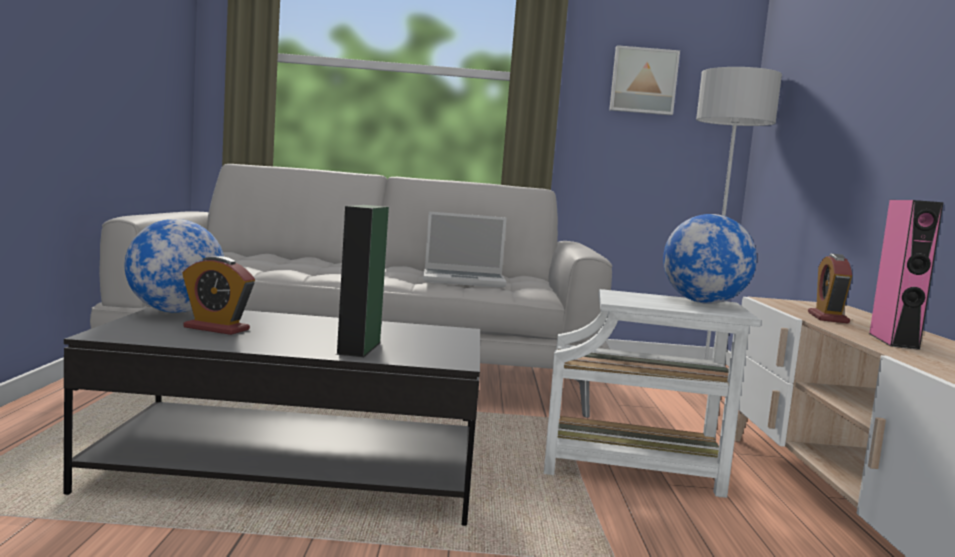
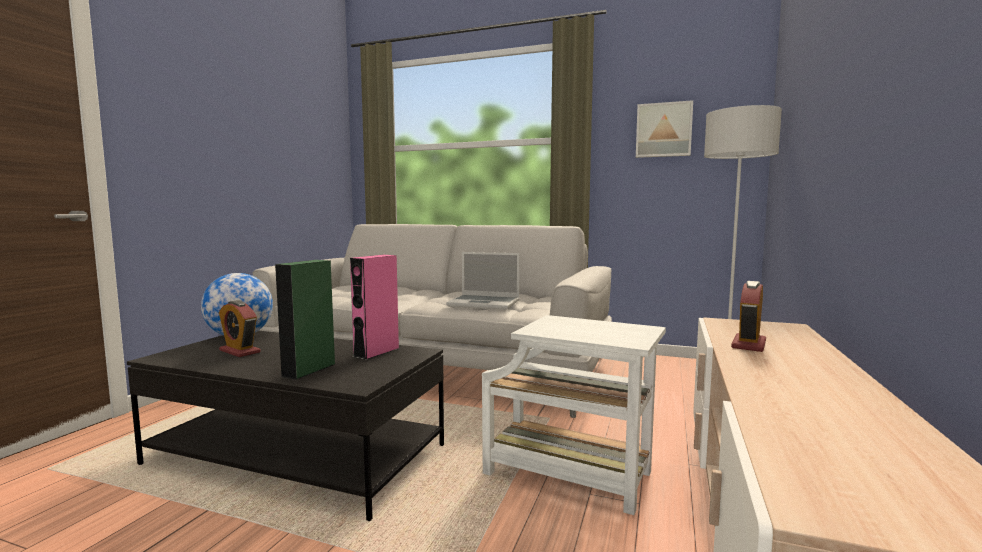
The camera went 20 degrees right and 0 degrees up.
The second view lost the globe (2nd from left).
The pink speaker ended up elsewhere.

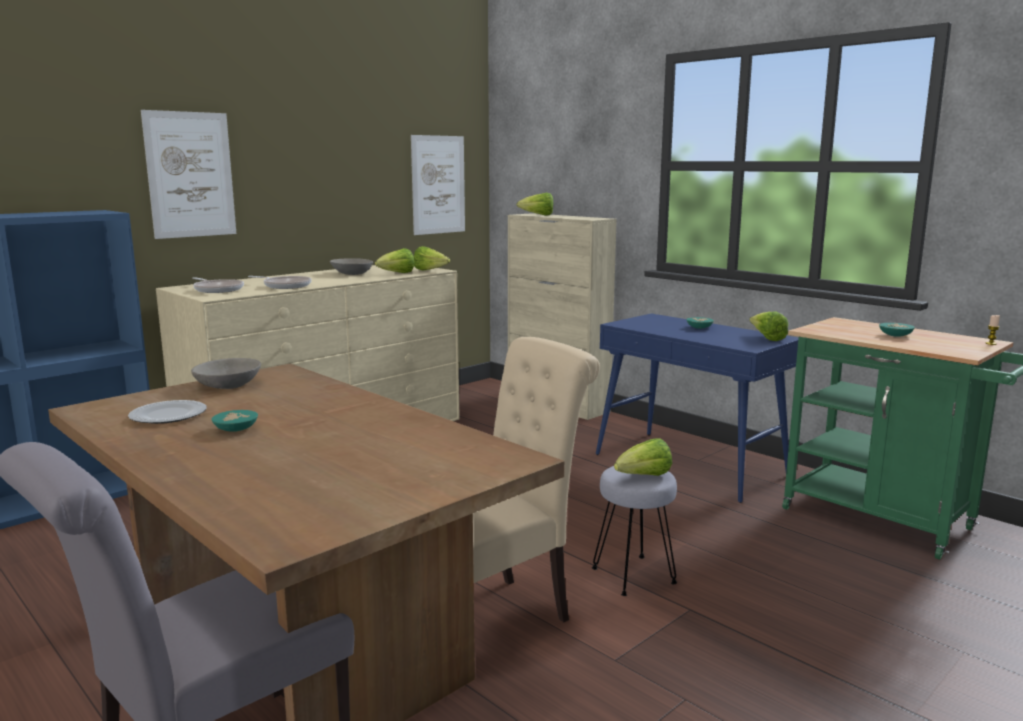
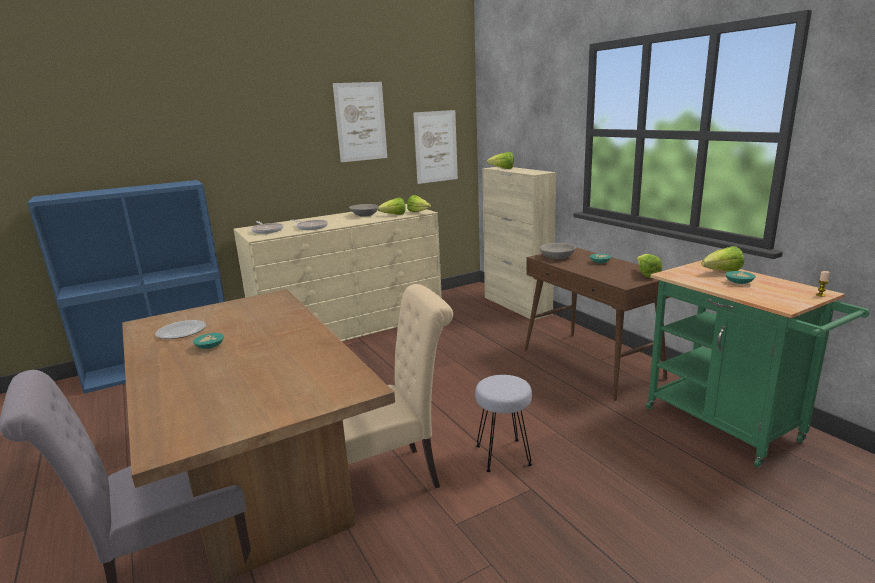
The camera went 15 degrees right and 5 degrees up.
The picture (1st from left) ended up elsewhere.
The grey bowl (1st from left in the first image) ended up elsewhere.
The lettuce (4th from left in the first image) ended up elsewhere.
What was the blue console table turned into the brown console table.

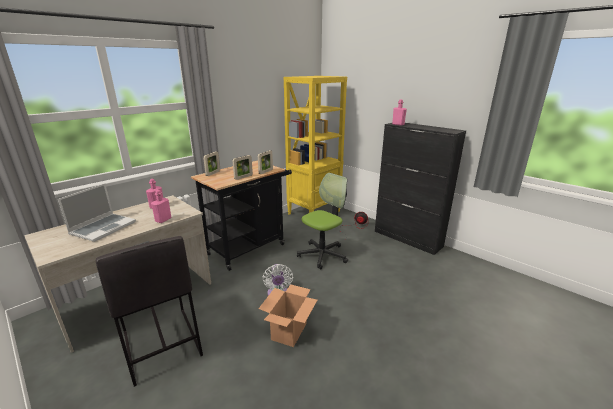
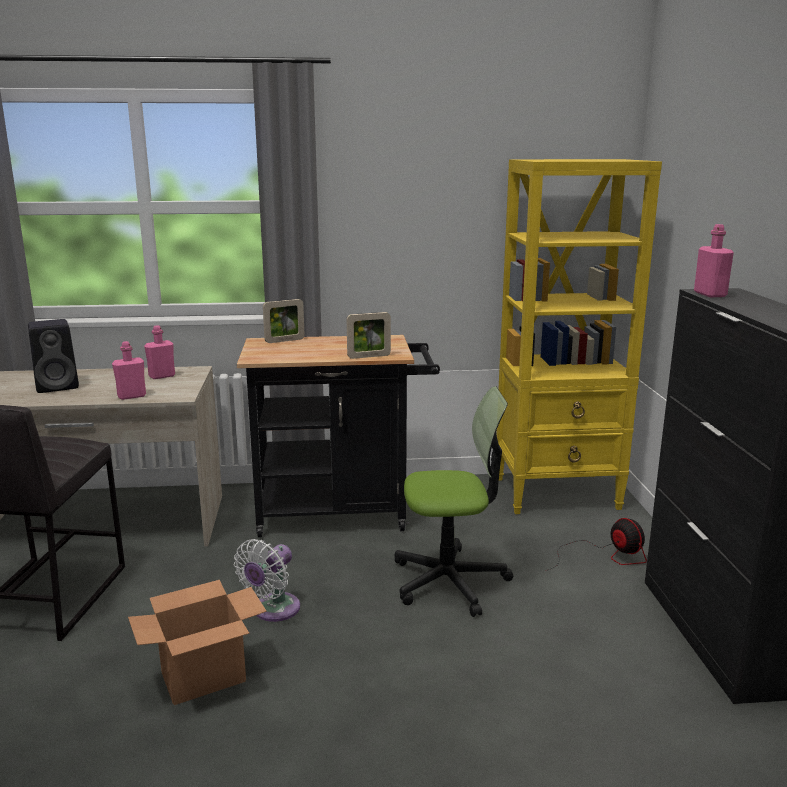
The camera went 40 degrees right and 5 degrees down.
The second view lost the picture frame (2nd from left).
Where the laptop stood, the black speaker came to stand.

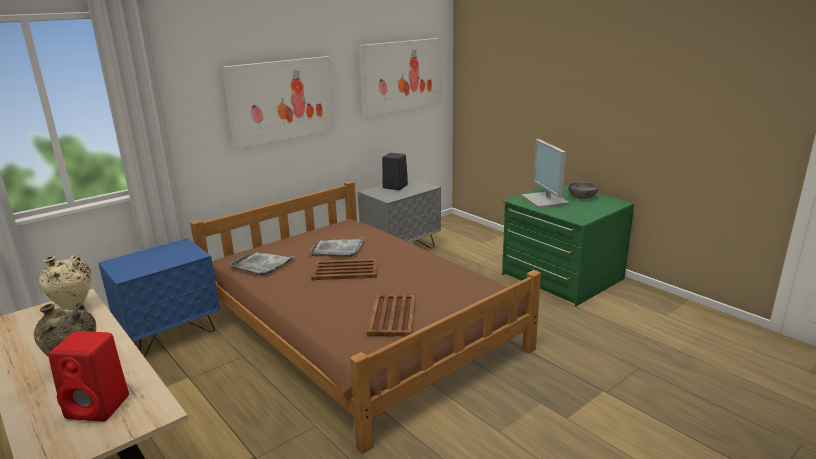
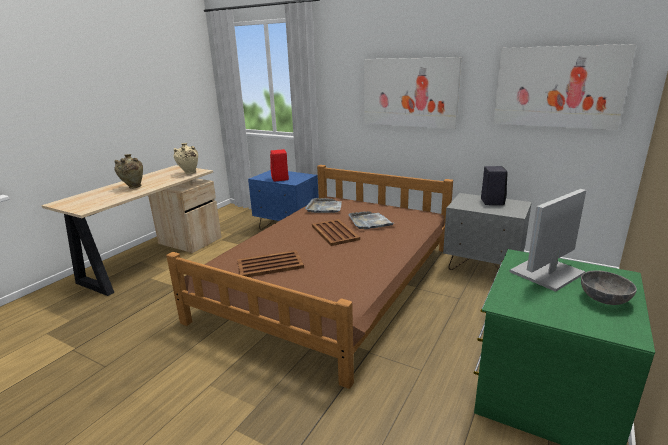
The camera went 70 degrees right and 0 degrees up.
The red speaker ended up elsewhere.

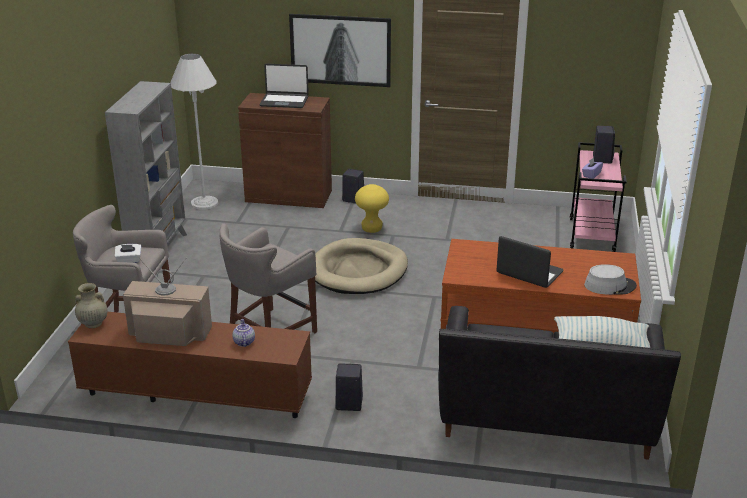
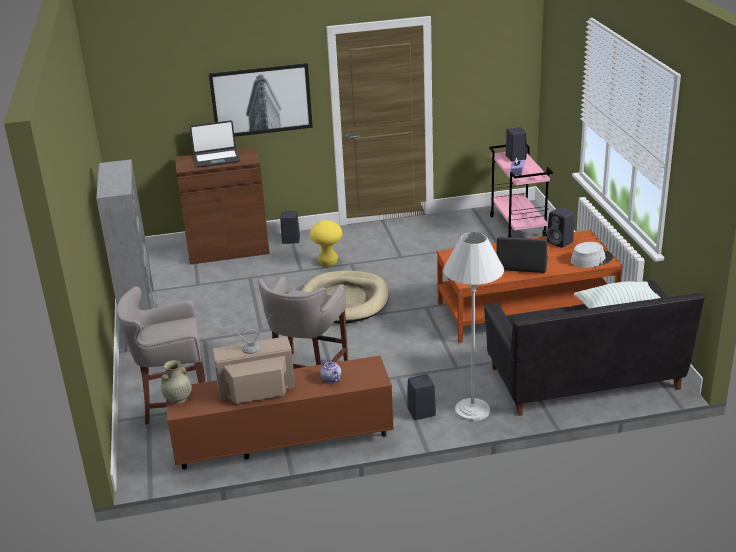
The camera went 20 degrees left and 0 degrees up.
The second view lost the white tissue box.
The second view gained the black speaker (4th from left).
The white floor lamp ended up elsewhere.

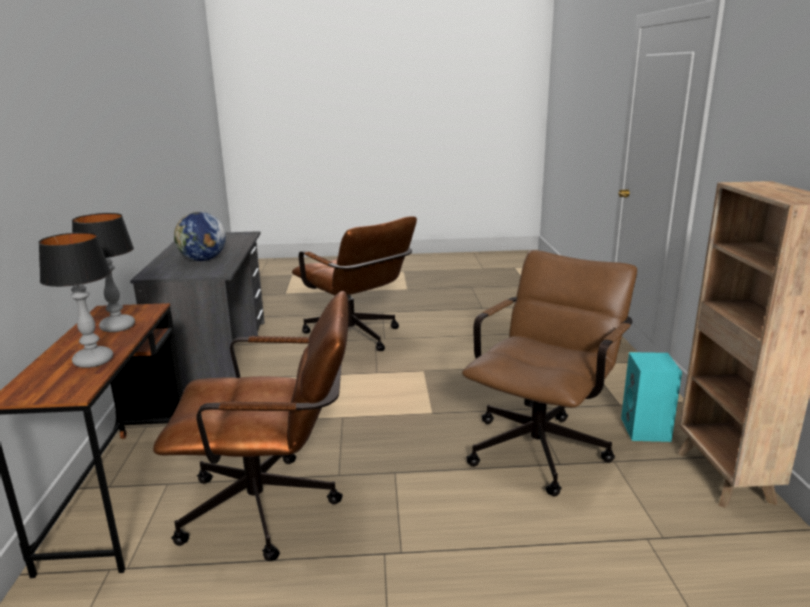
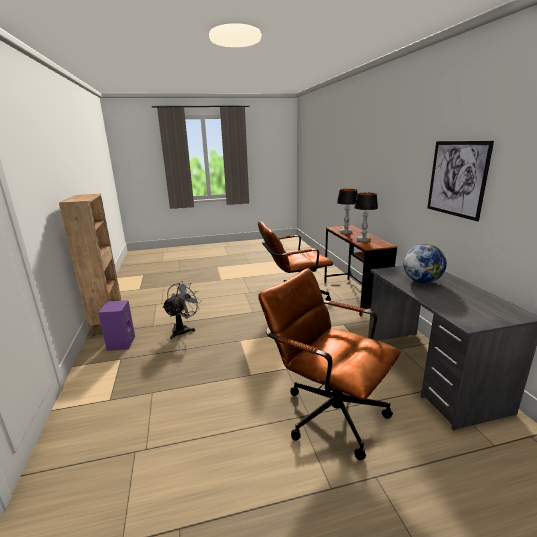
The camera went 170 degrees right and 0 degrees up.
The second view gained the picture.
Where the brown office chair (3rd from left) stood, the grey fan came to stand.
What was the turquoise speaker turned into the purple speaker.

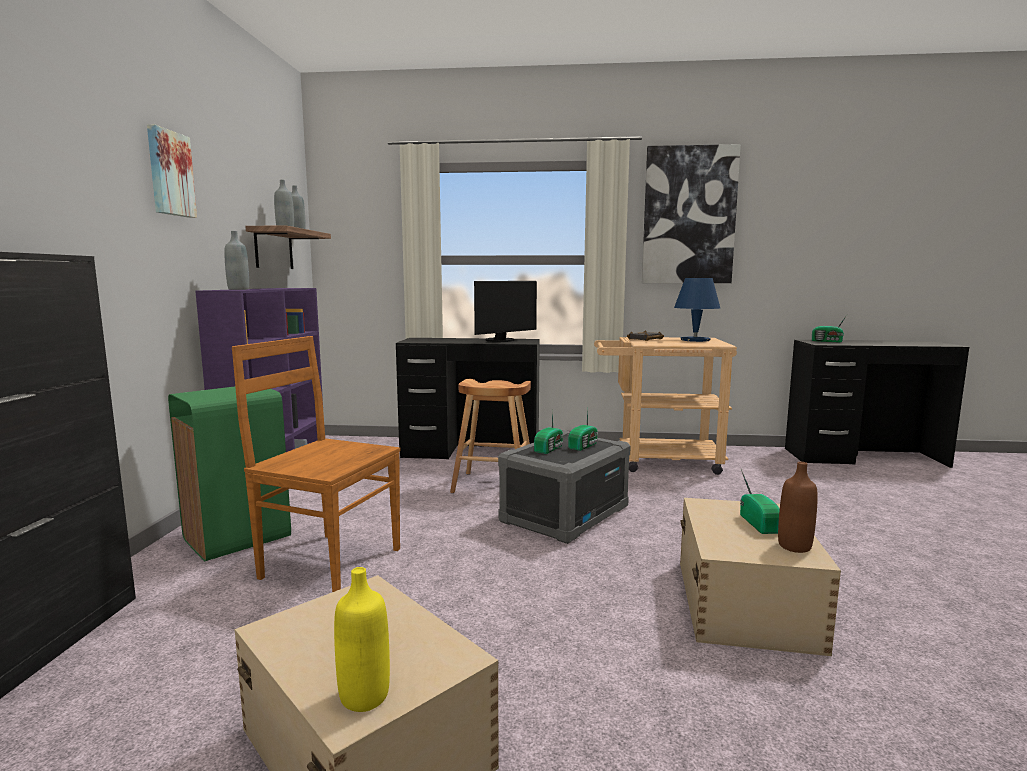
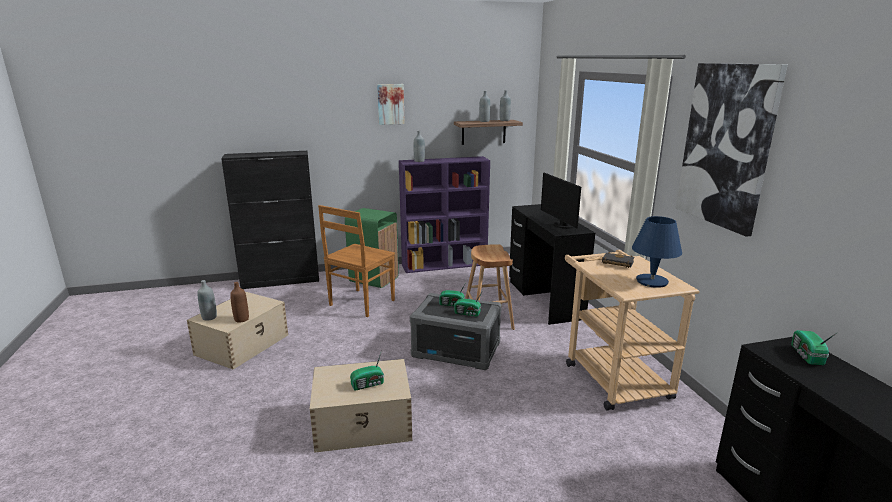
The camera went 70 degrees right and 10 degrees up.
The brown bottle ended up elsewhere.
What was the yellow bottle turned into the grey bottle (1st from left).
The brown chair ended up facing another way, 150 degrees counterclockwise from before.
The monitor ended up facing another way, 45 degrees clockwise from before.

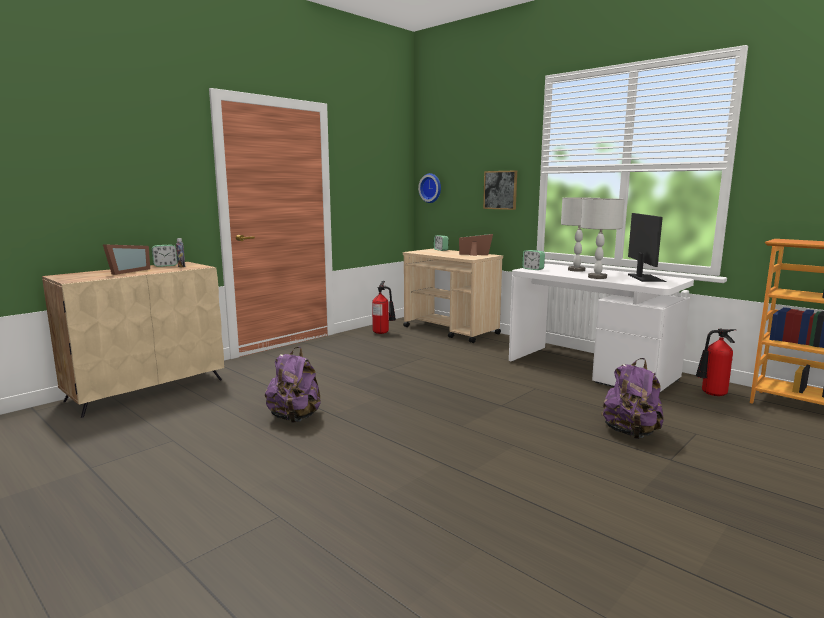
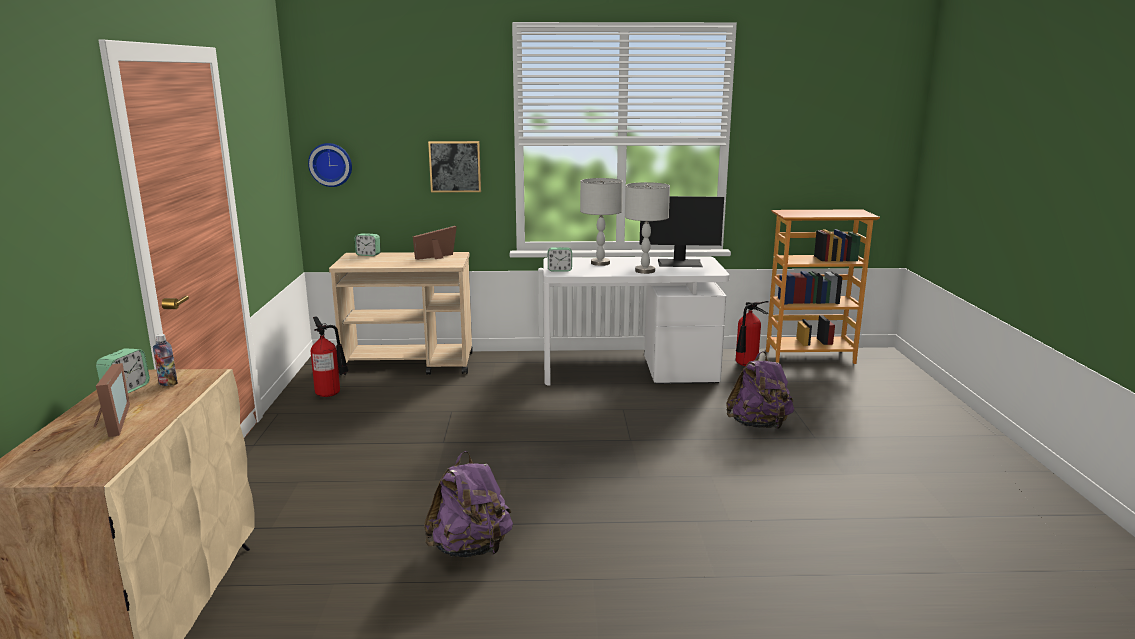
The camera went 45 degrees left and 5 degrees up.
The monitor ended up facing another way, 135 degrees clockwise from before.

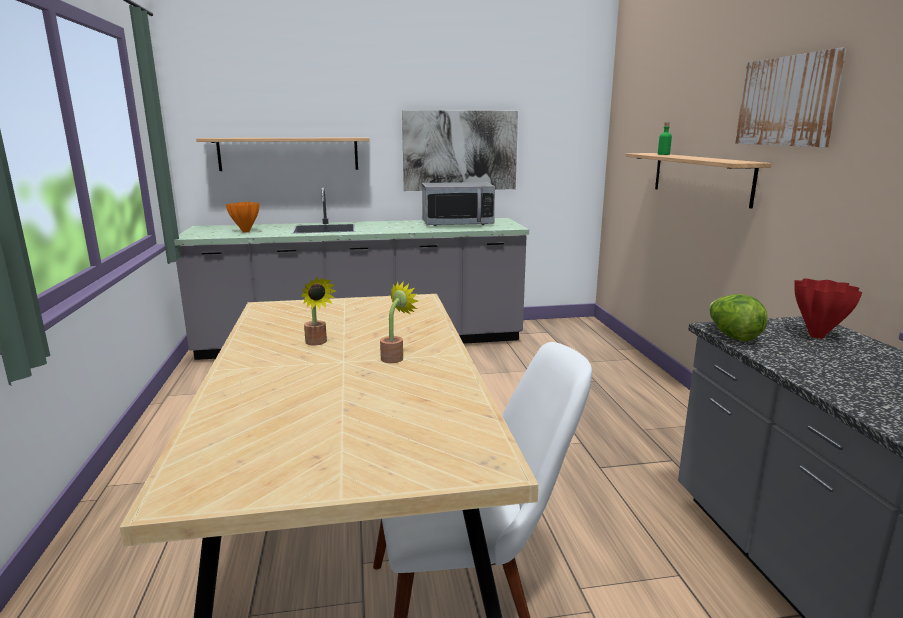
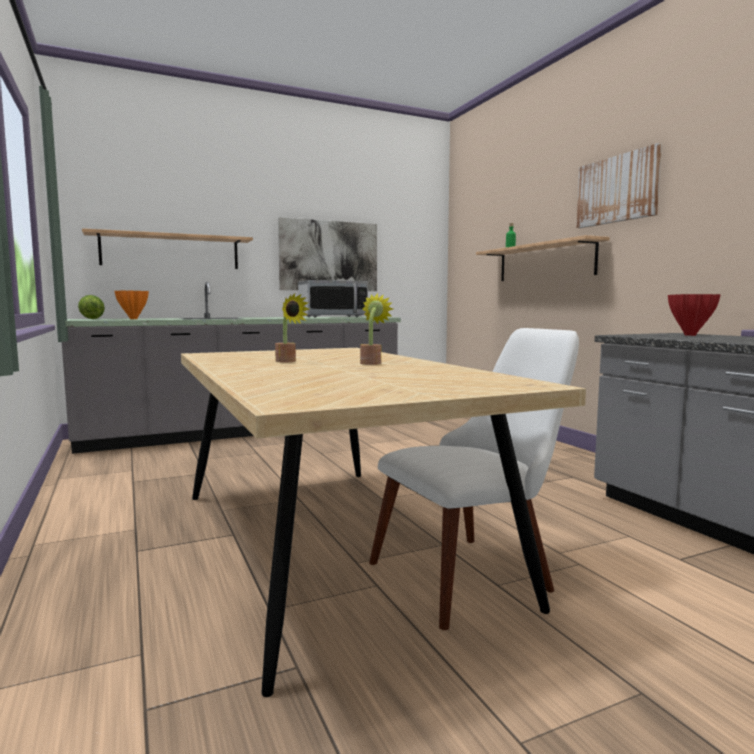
The camera went 15 degrees left and 10 degrees down.
The lettuce ended up elsewhere.

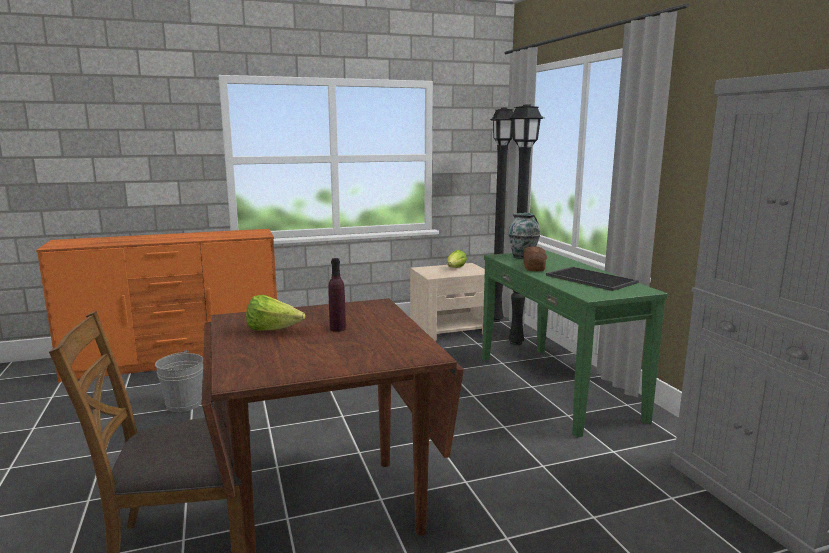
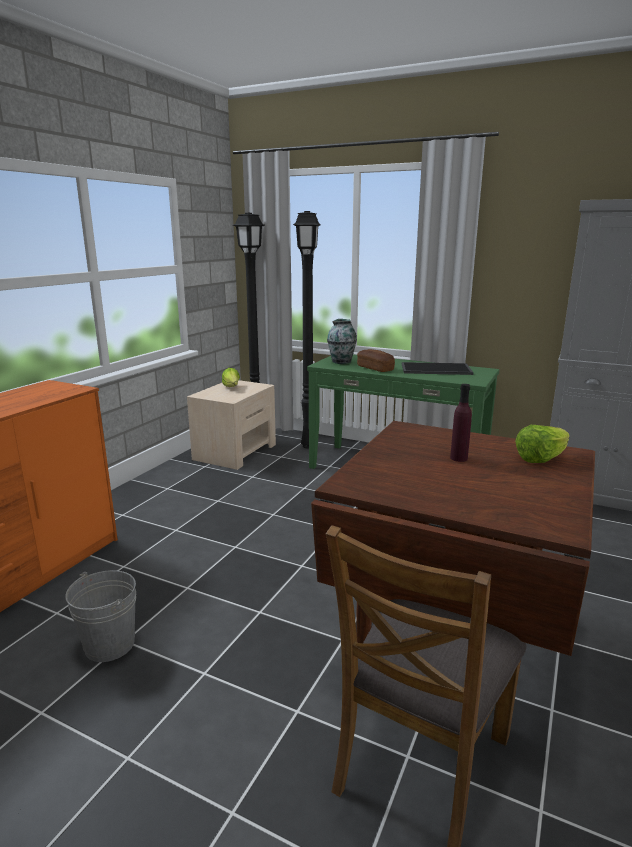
The camera went 45 degrees left and 5 degrees up.
The lettuce (1st from left in the first image) ended up elsewhere.

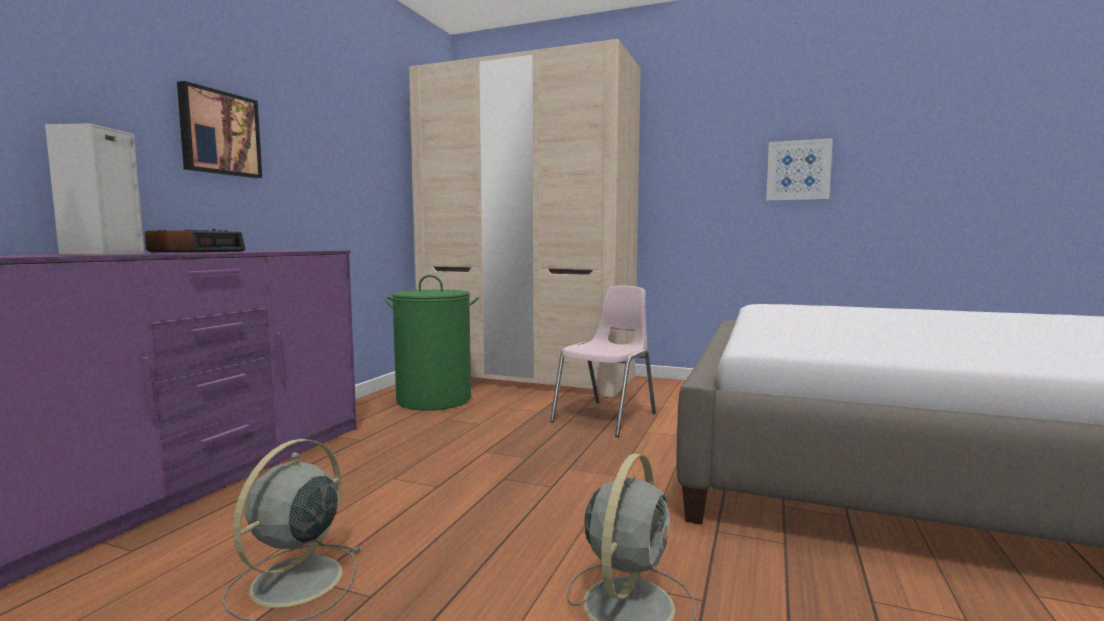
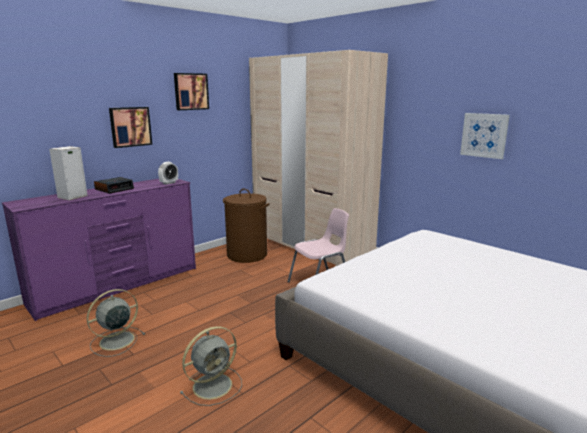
The camera went 25 degrees right and 10 degrees up.
The second view gained the alarm clock (2nd from left).
The second view gained the picture (2nd from left).
What was the green laundry basket turned into the brown laundry basket.

